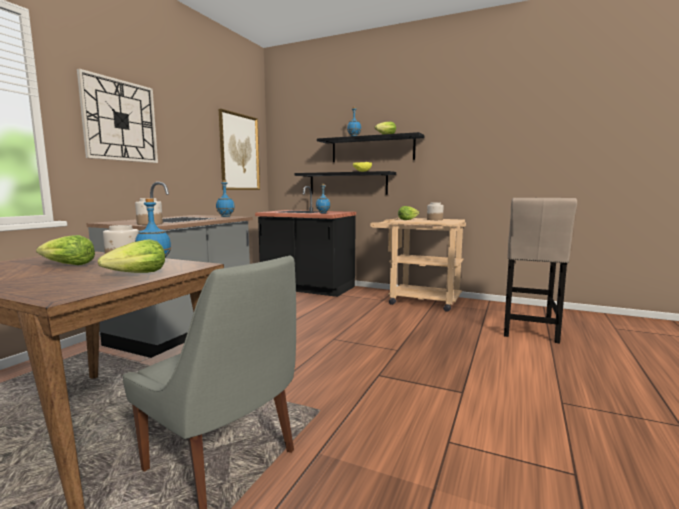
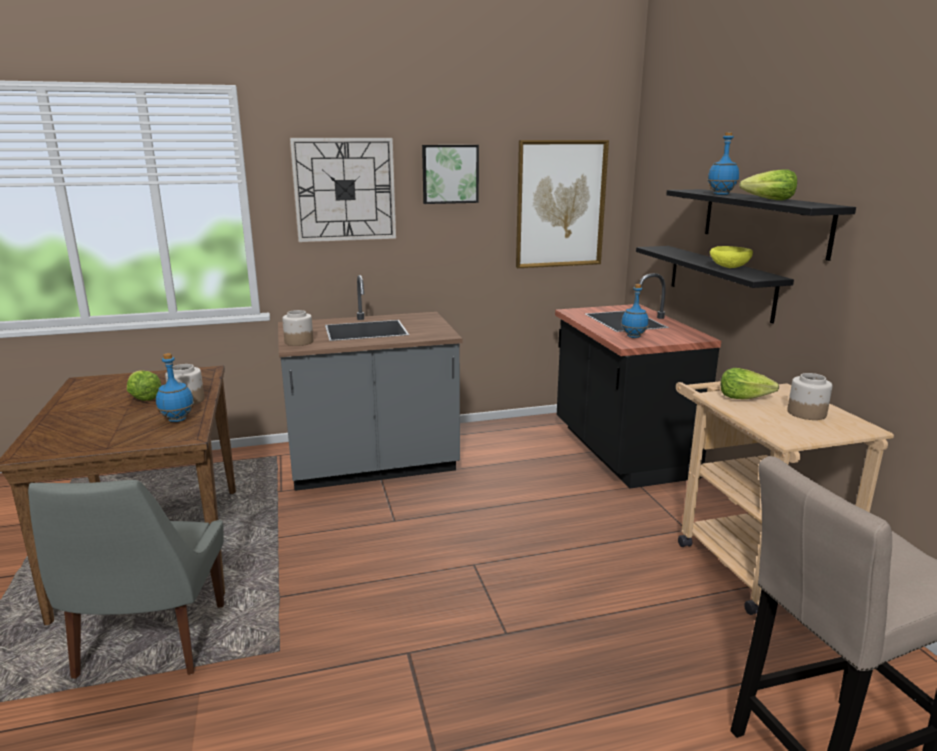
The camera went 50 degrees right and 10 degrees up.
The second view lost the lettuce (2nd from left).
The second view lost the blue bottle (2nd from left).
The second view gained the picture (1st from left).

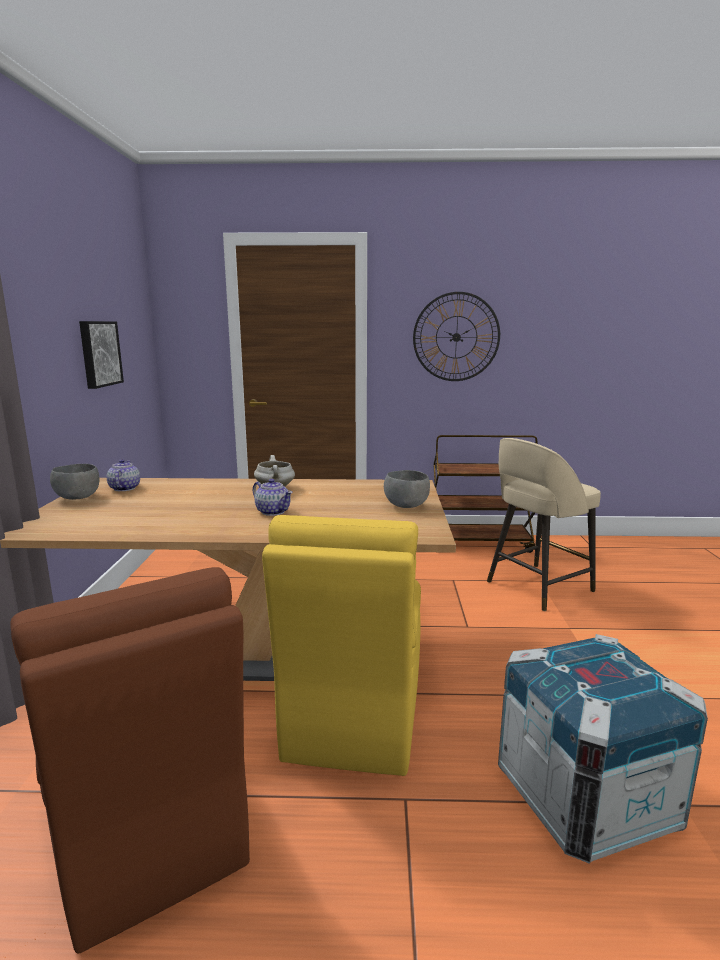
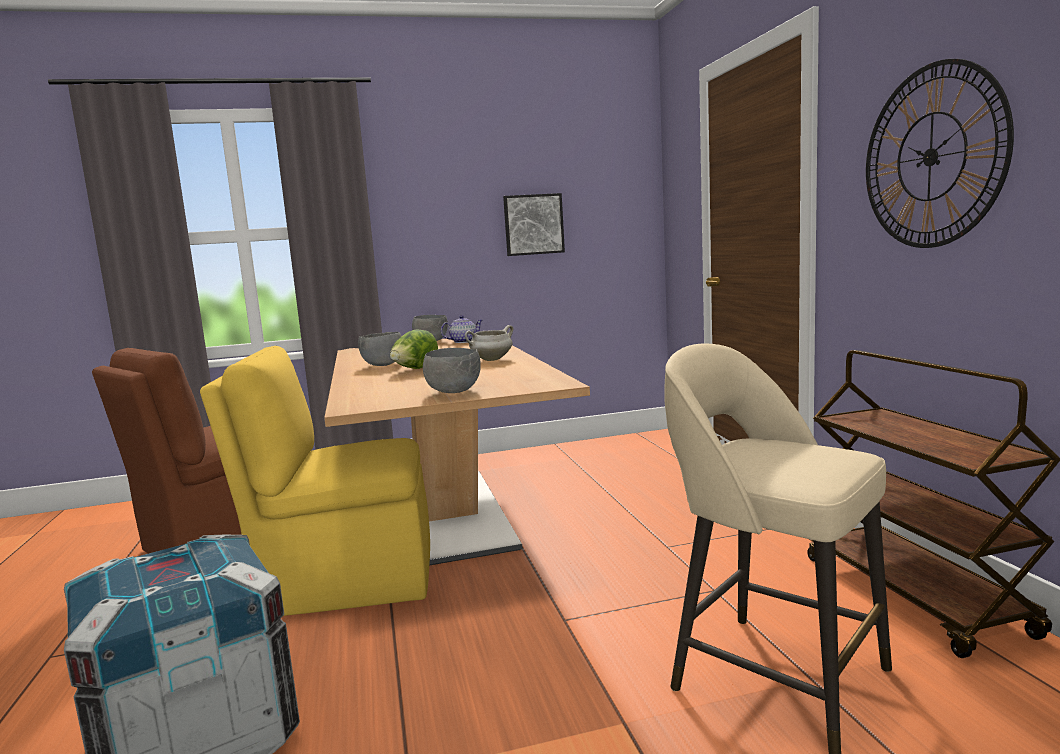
The camera went 75 degrees right and 5 degrees down.
The second view gained the grey bowl (1st from left).
Where the teapot (2nd from left) stood, the lettuce came to stand.

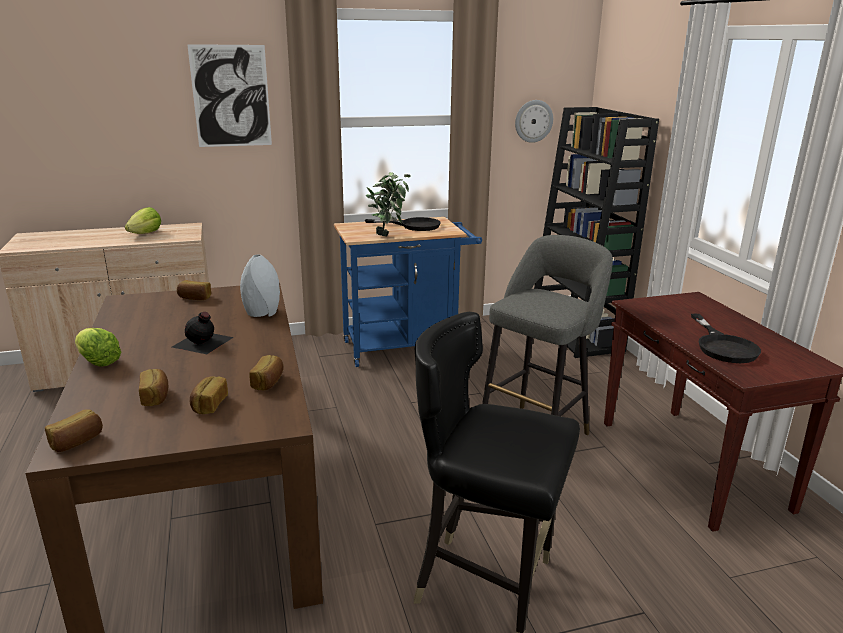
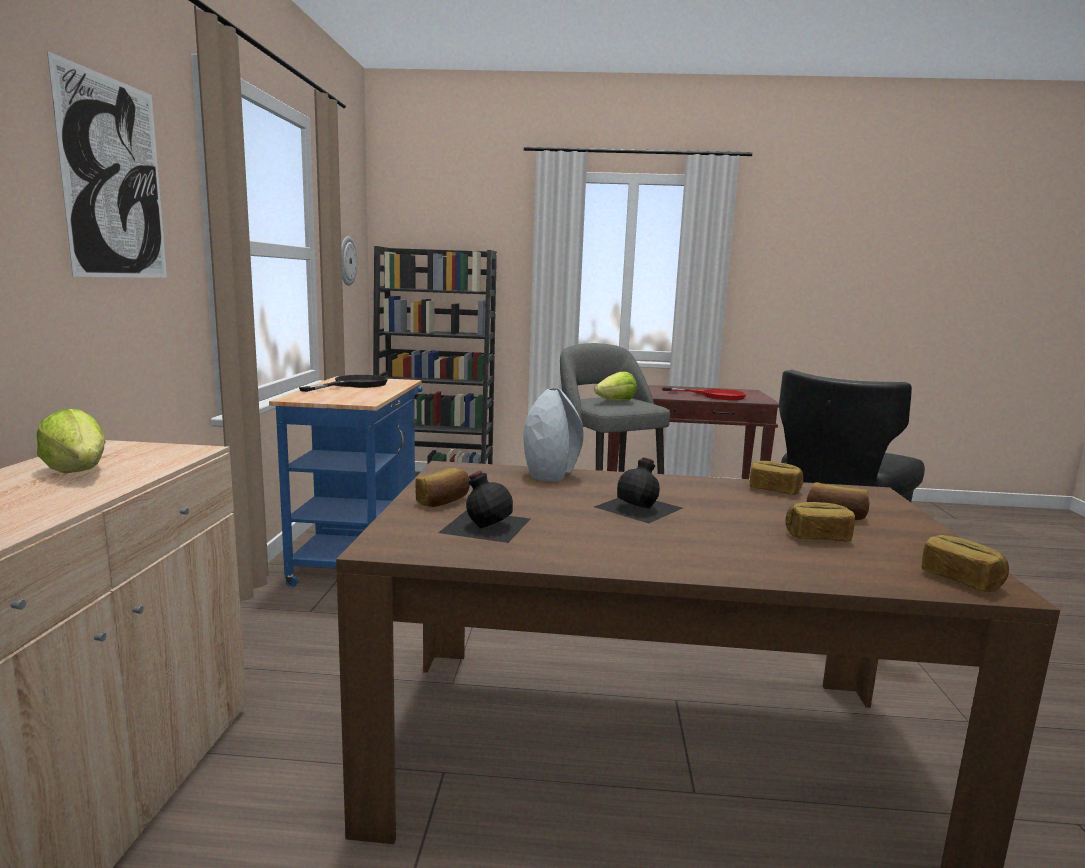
The camera went 70 degrees left and 10 degrees down.
The second view lost the potted plant.
The second view gained the black bottle (1st from left).
The lettuce (1st from left in the first image) ended up elsewhere.
What was the black frying pan (2nd from left) turned into the red frying pan.

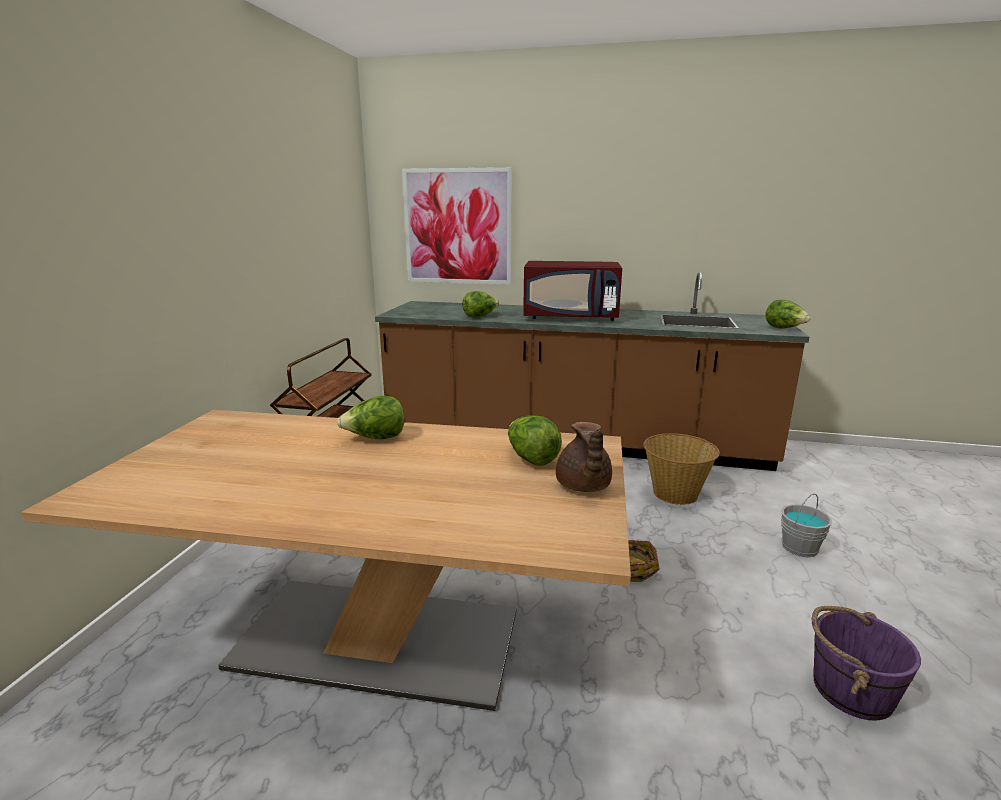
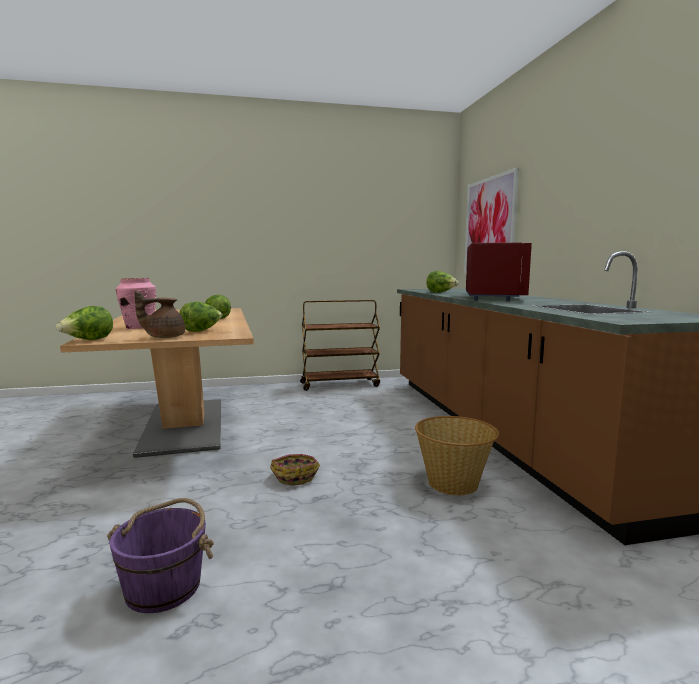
The camera went 65 degrees right and 10 degrees down.
The second view lost the grey bucket.
The second view gained the pink vase.
The lettuce (4th from left in the first image) ended up elsewhere.
The red microwave ended up facing another way, 150 degrees counterclockwise from before.

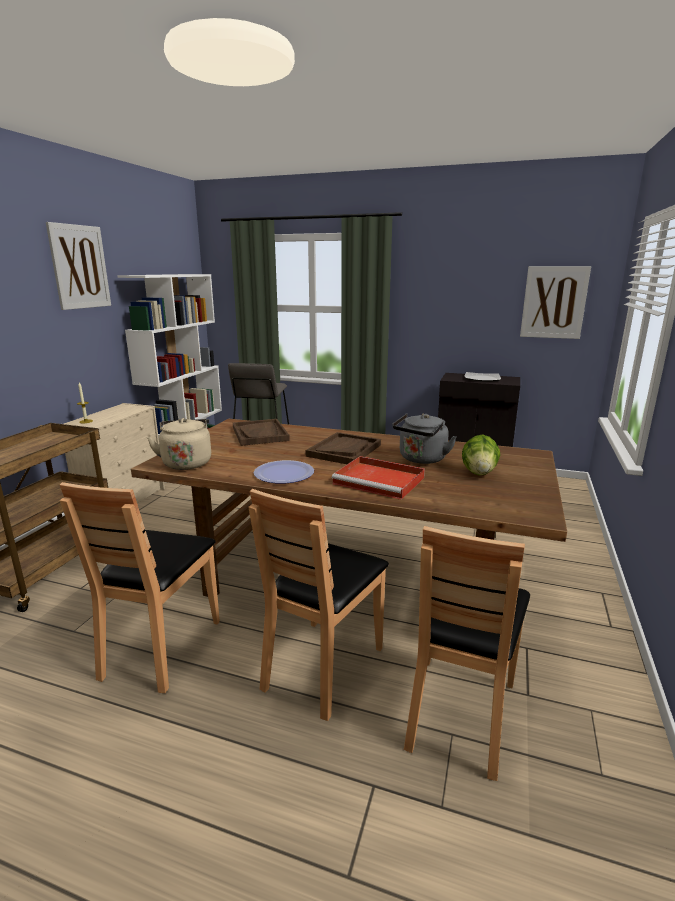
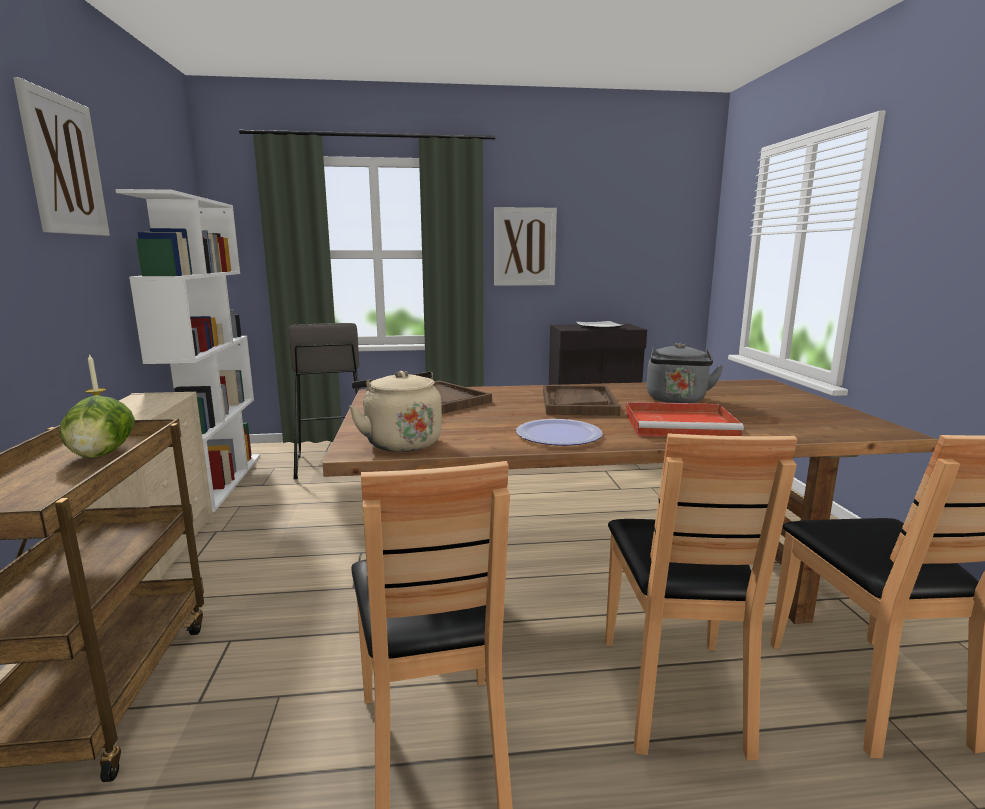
The camera went 25 degrees left and 5 degrees down.
The lettuce ended up elsewhere.
The picture (2nd from left) ended up elsewhere.

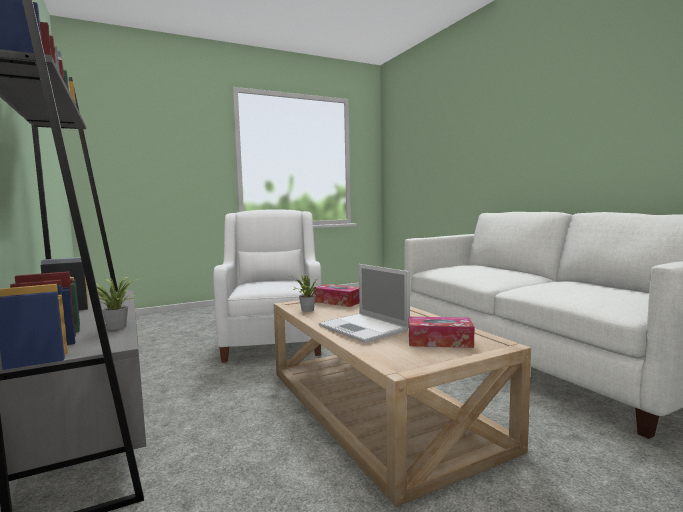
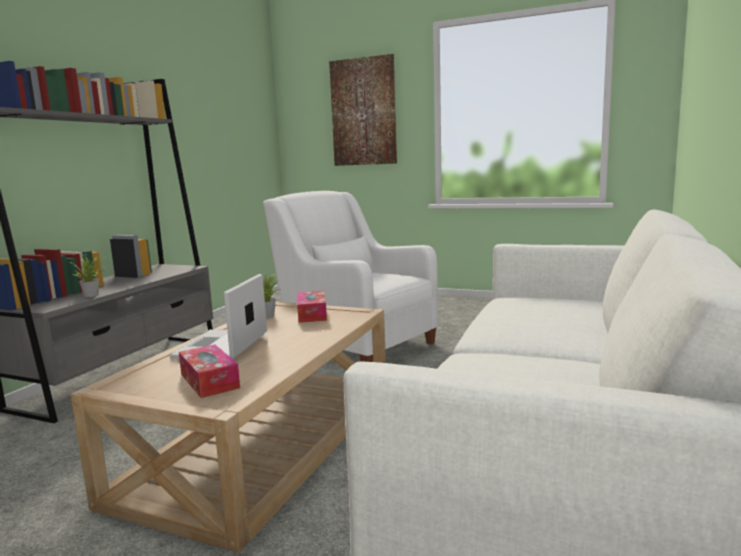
The camera went 50 degrees right and 5 degrees up.
The second view gained the picture.
The white armchair ended up facing another way, 90 degrees counterclockwise from before.

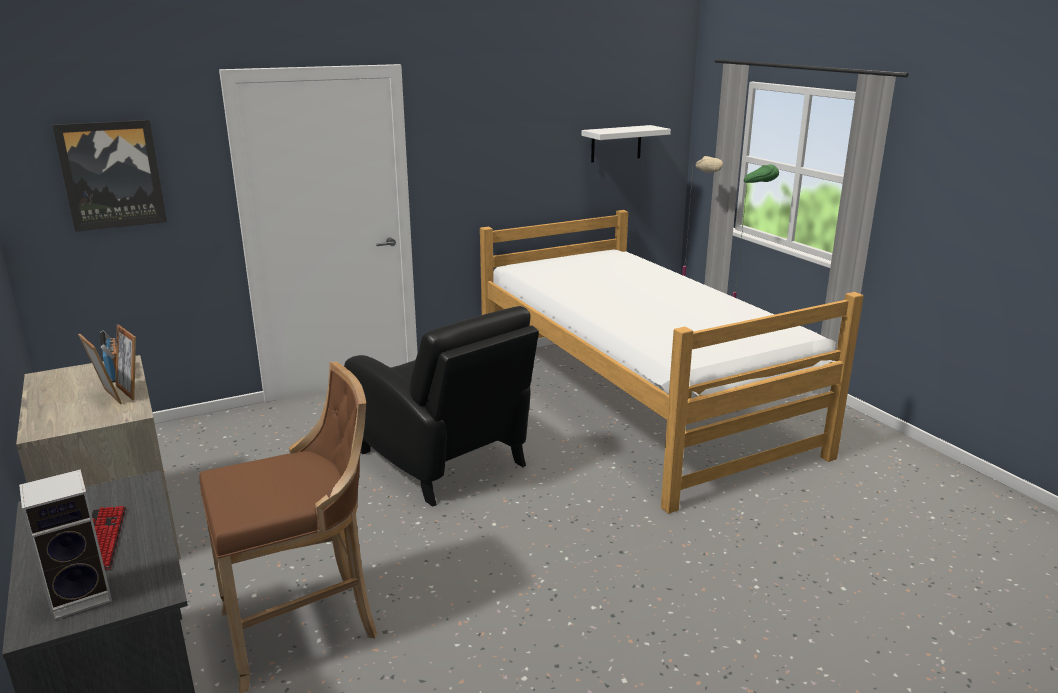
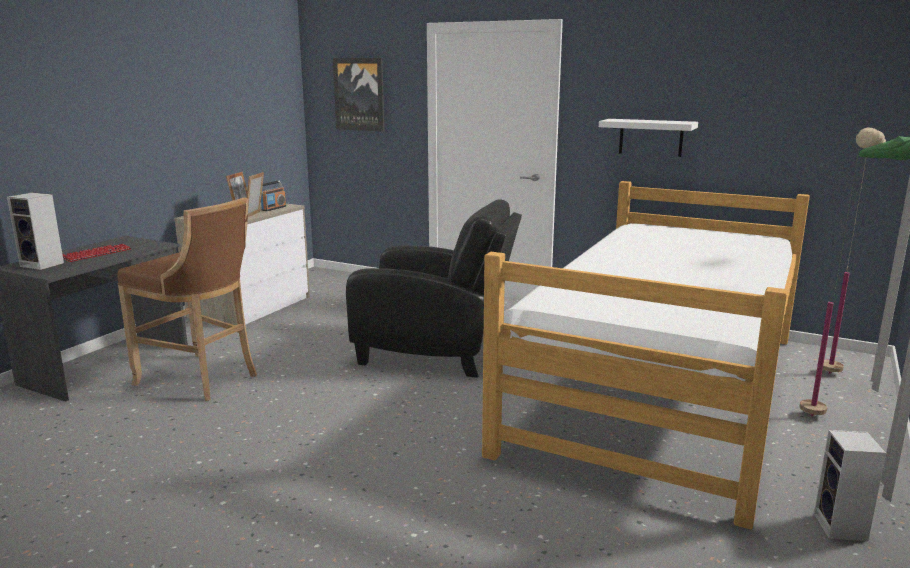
The camera went 55 degrees right and 5 degrees down.
The second view gained the speaker (2nd from left).
The white shelf ended up elsewhere.
The black armchair ended up facing another way, 90 degrees counterclockwise from before.

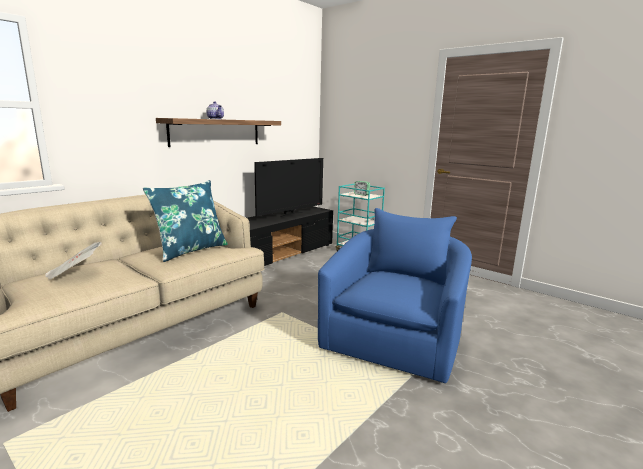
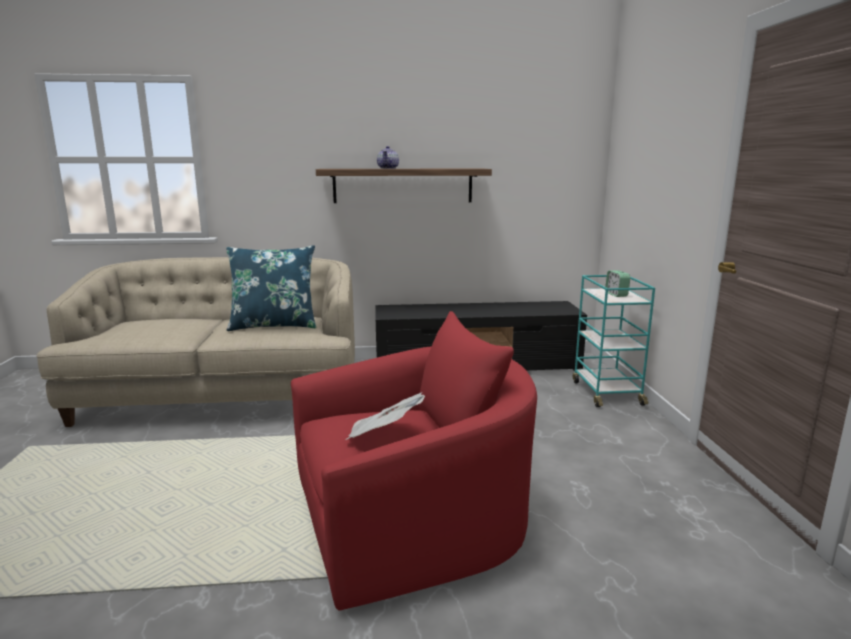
The camera went 45 degrees right and 0 degrees up.
The second view lost the television.
The newspaper ended up elsewhere.
What was the blue armchair turned into the red armchair.

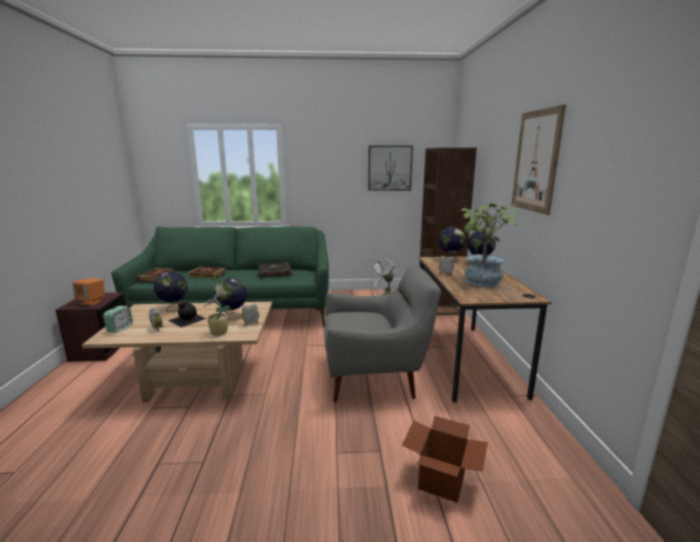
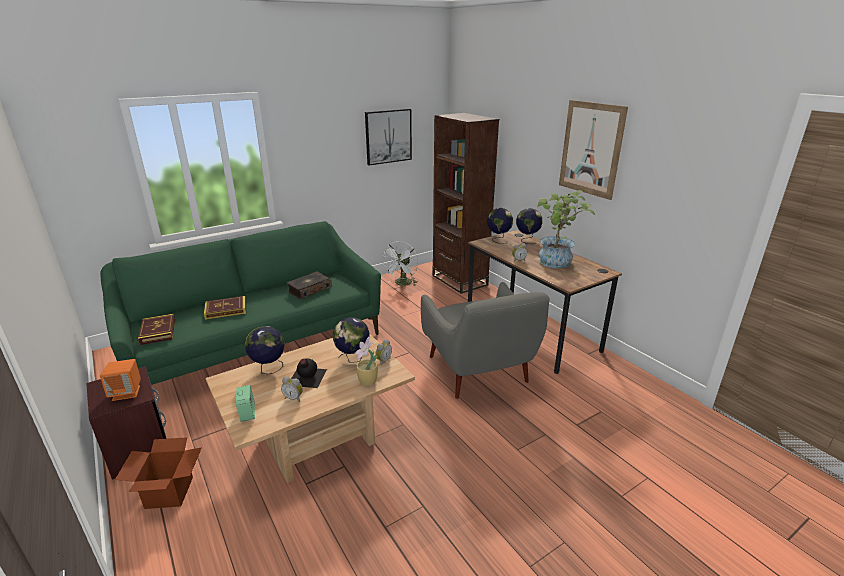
The camera went 30 degrees left and 10 degrees up.
The cardboard box ended up elsewhere.
The grey armchair ended up facing another way, 105 degrees clockwise from before.

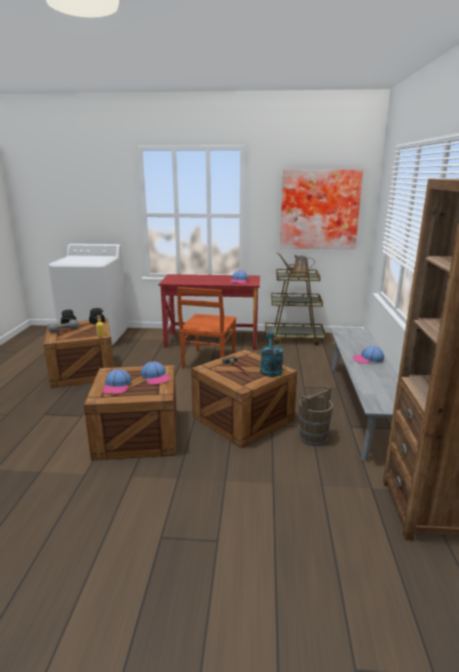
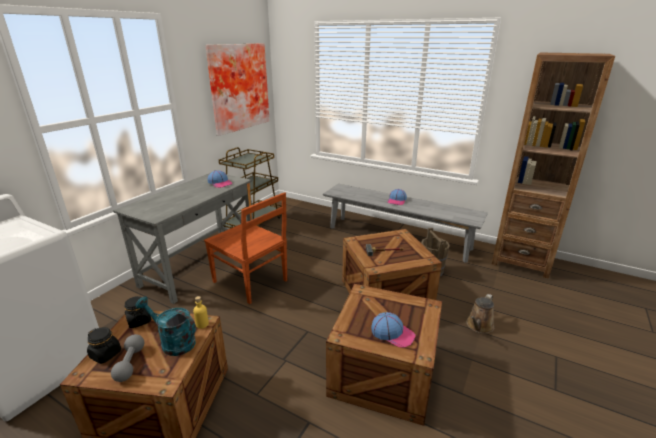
The camera went 65 degrees left and 5 degrees up.
The second view lost the cap (2nd from left).
The turquoise watering can ended up elsewhere.
The brown watering can ended up elsewhere.
What was the red desk turned into the grey desk.

